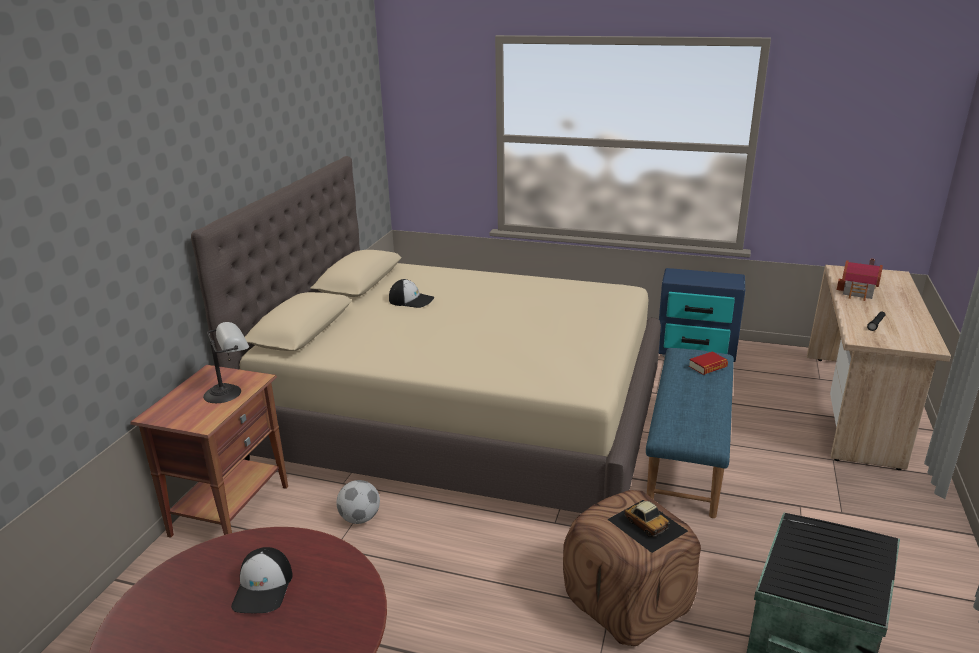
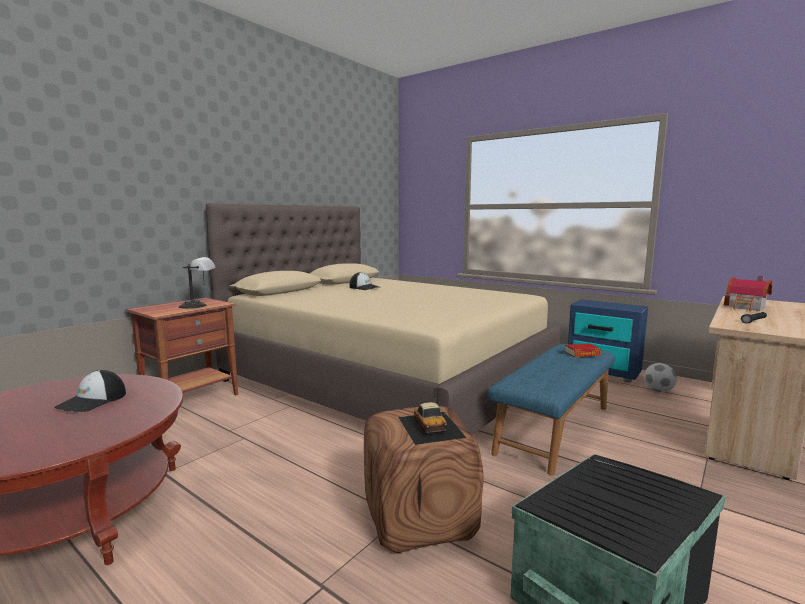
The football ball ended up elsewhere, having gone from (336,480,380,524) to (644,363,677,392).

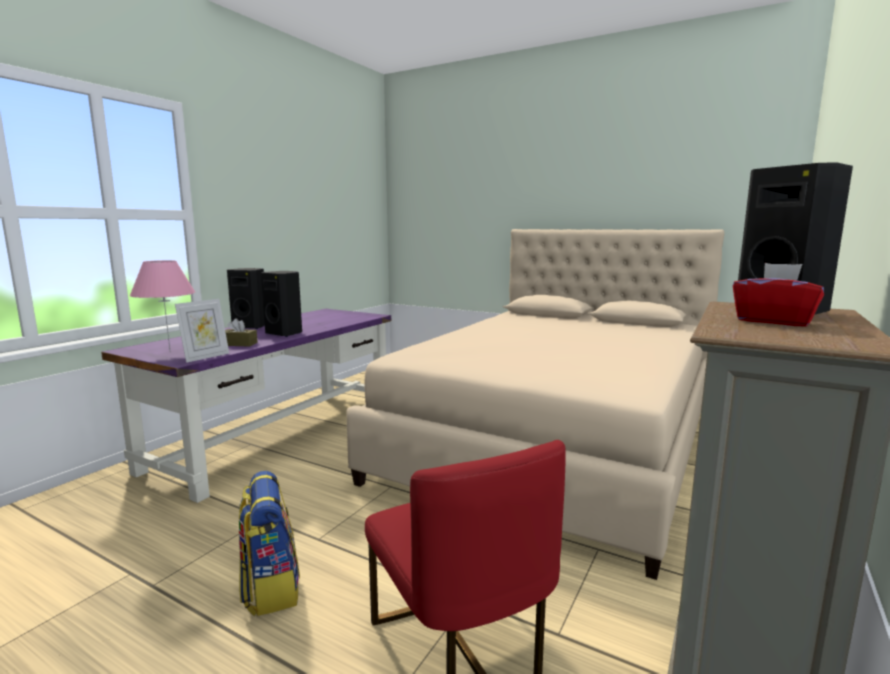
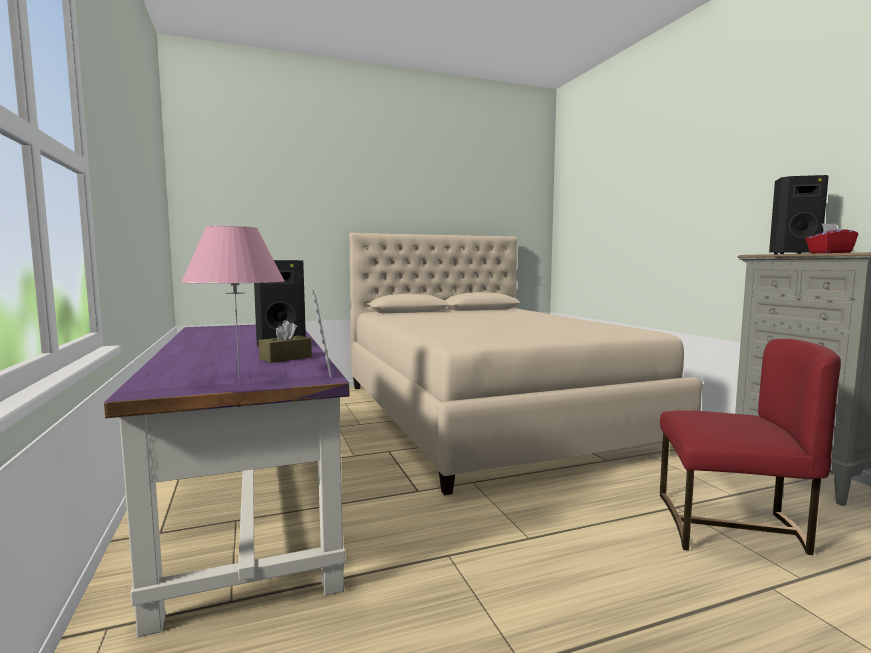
The second view lost the loudspeaker/blackish at (227,268,265,329). The second view lost the backpack at (239,471,300,616).

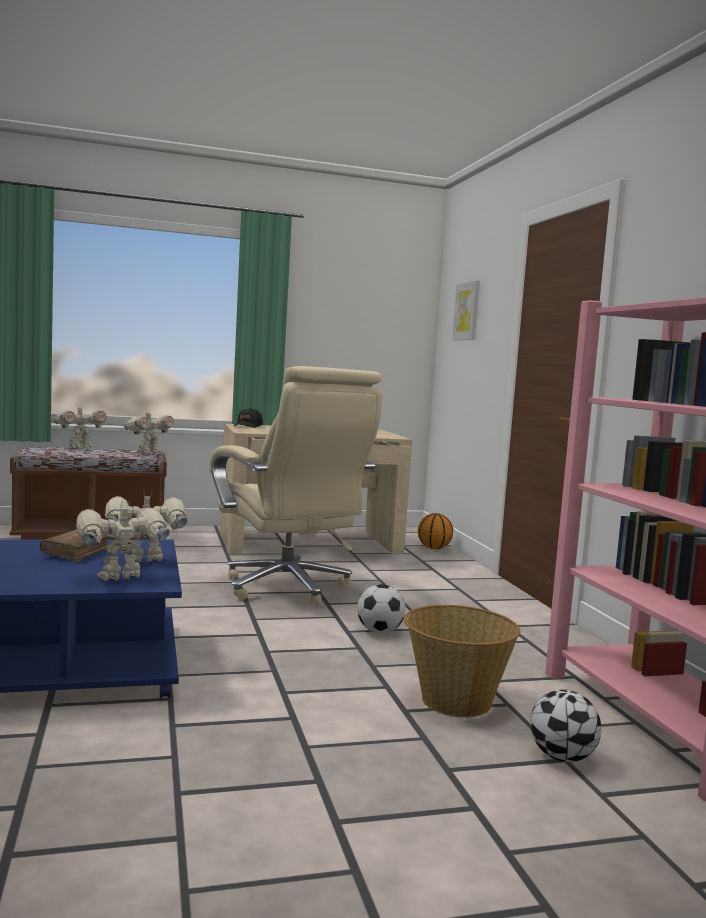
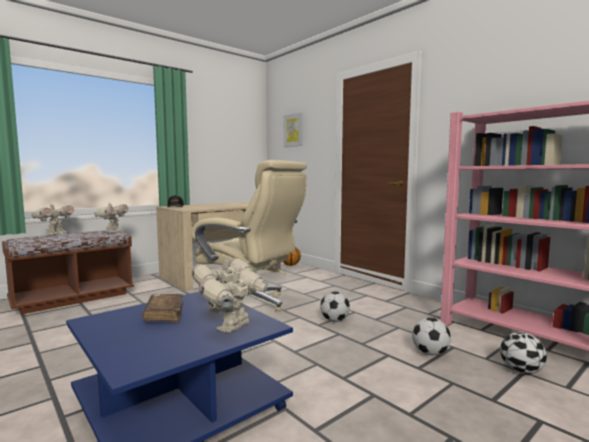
Where the storage basket stood at (404,605,520,717), the football ball came to stand at (412,317,451,355).

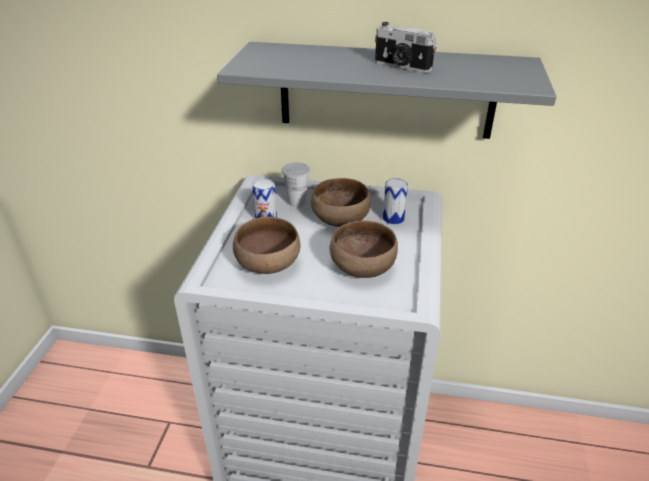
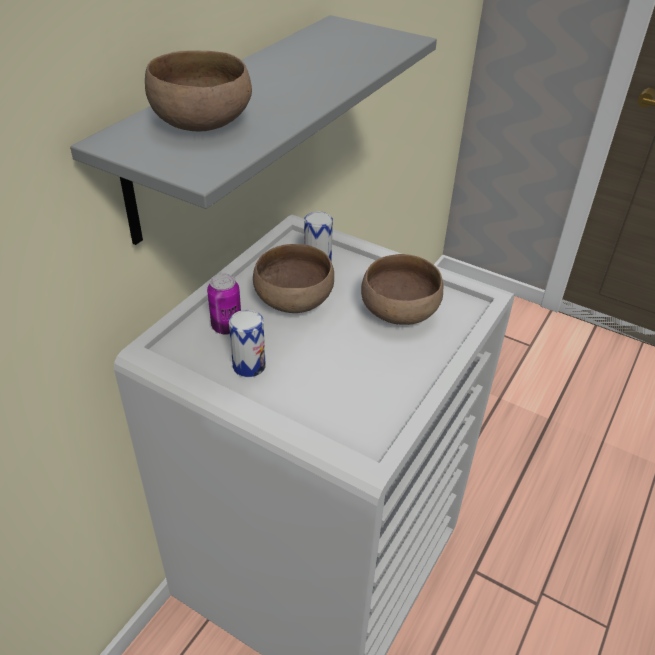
The bowl/brownish ended up elsewhere, having gone from (233,217,301,274) to (145,51,252,131). Where the cup/whitish stood at (282,162,310,207), the can came to stand at (207,274,241,335). The second view lost the still camera at (375,22,437,73).

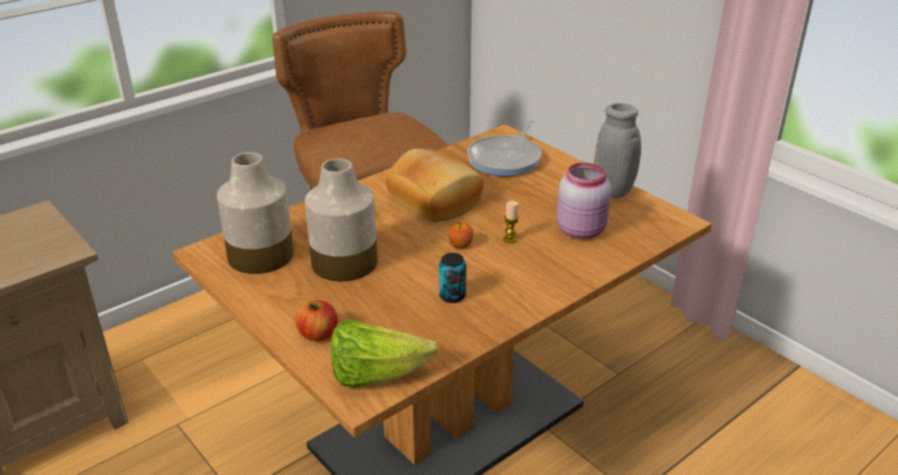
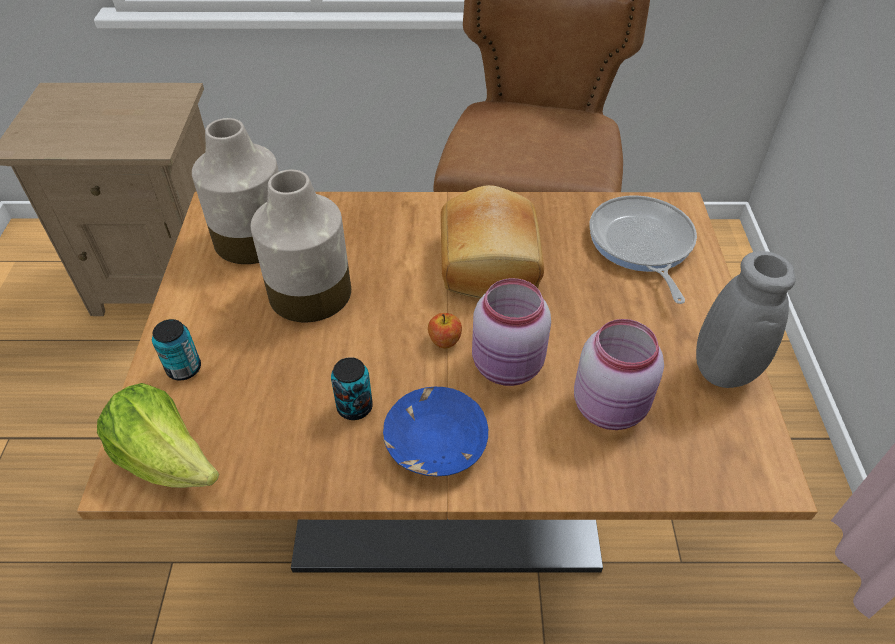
Where the apple fruit stood at (295,300,338,341), the can came to stand at (152,319,201,380). The second view gained the bowl/bluish at (383,387,488,476). Where the candle stood at (503,201,519,243), the preserve jar/pinkish came to stand at (472,278,551,386). The skillet at (467,120,542,176) ended up facing another way, 105 degrees clockwise from before.

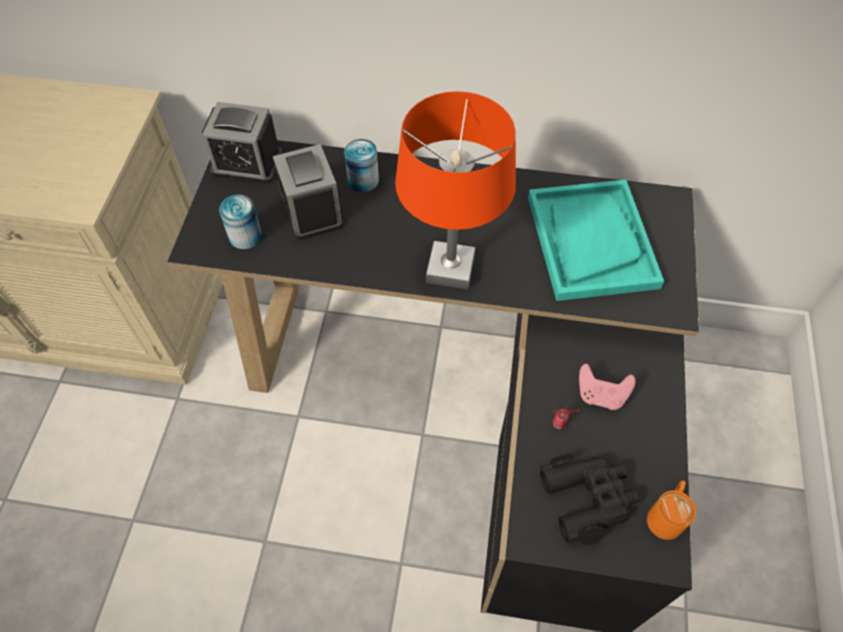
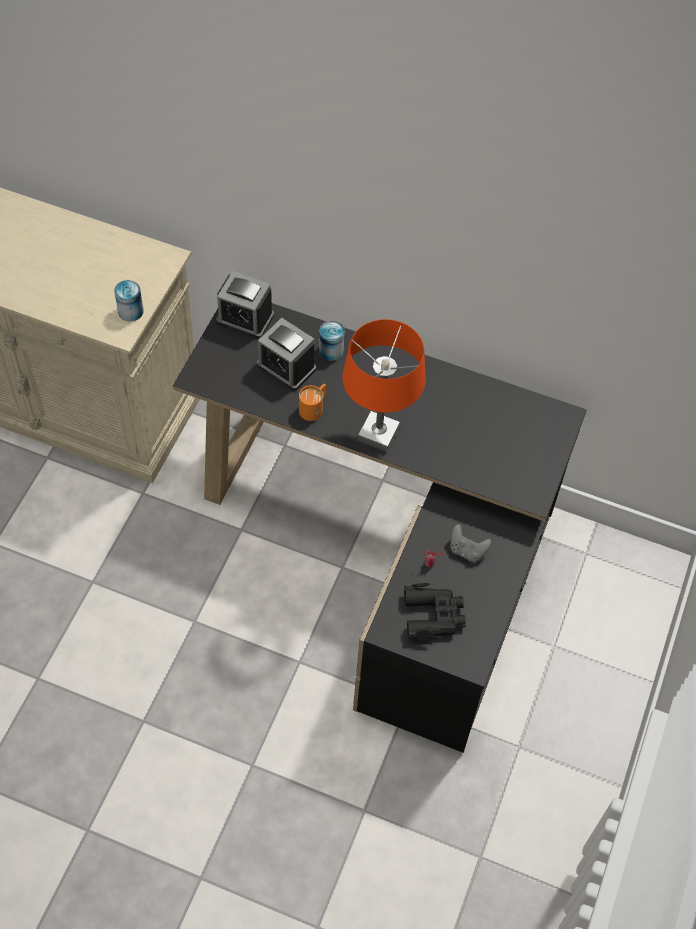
The can ended up elsewhere, having gone from (219,195,262,249) to (114,280,143,321). The alarm clock at (273,144,343,240) ended up facing another way, 135 degrees clockwise from before. The mug/orange ended up elsewhere, having gone from (647,480,696,540) to (299,384,327,421). What was the game controller/pinkish at (579,364,636,410) turned into the game controller/greyish at (450,524,491,562). The second view lost the tray/turquoise-coloured at (528,180,664,301).

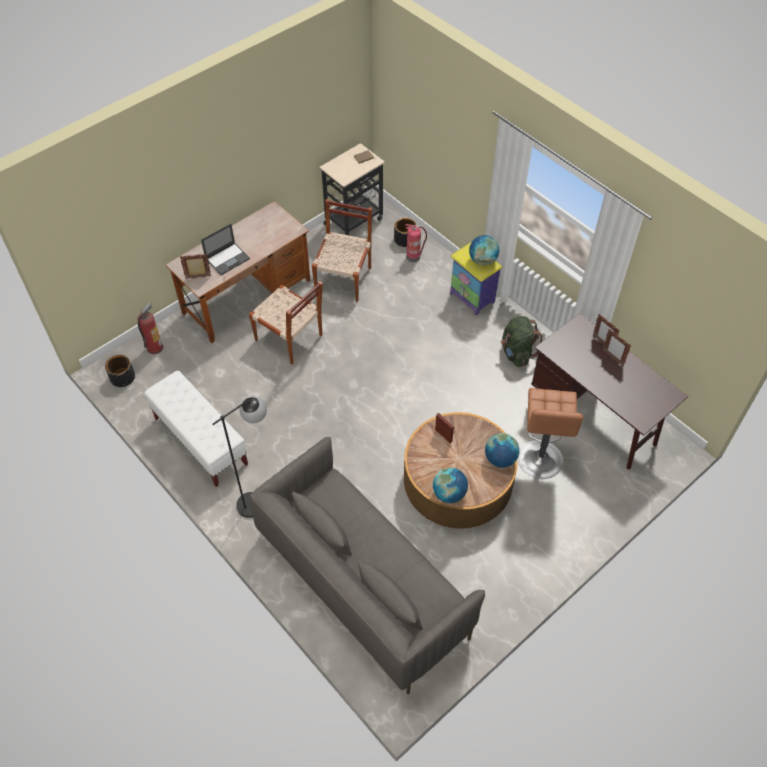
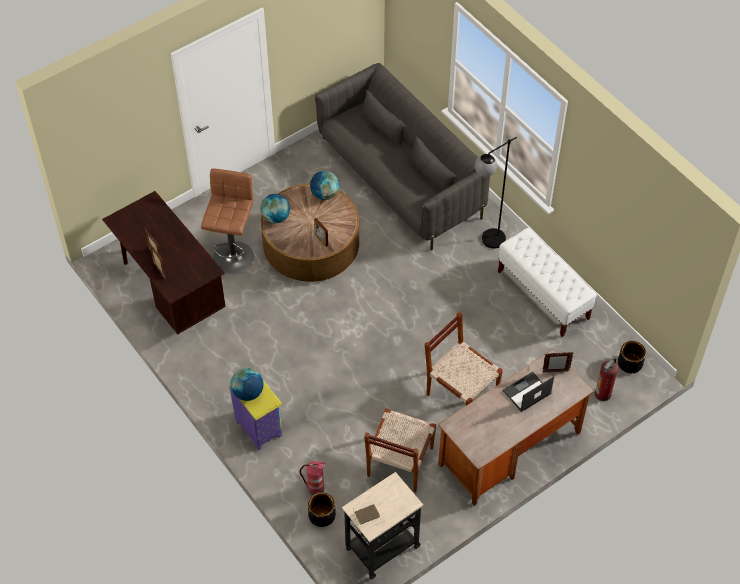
The second view lost the backpack/greenish at (501,316,543,367).

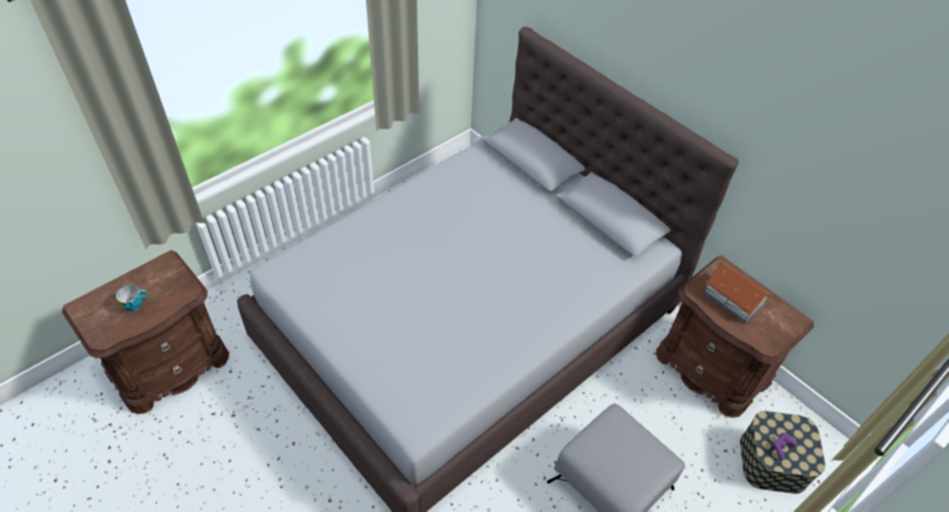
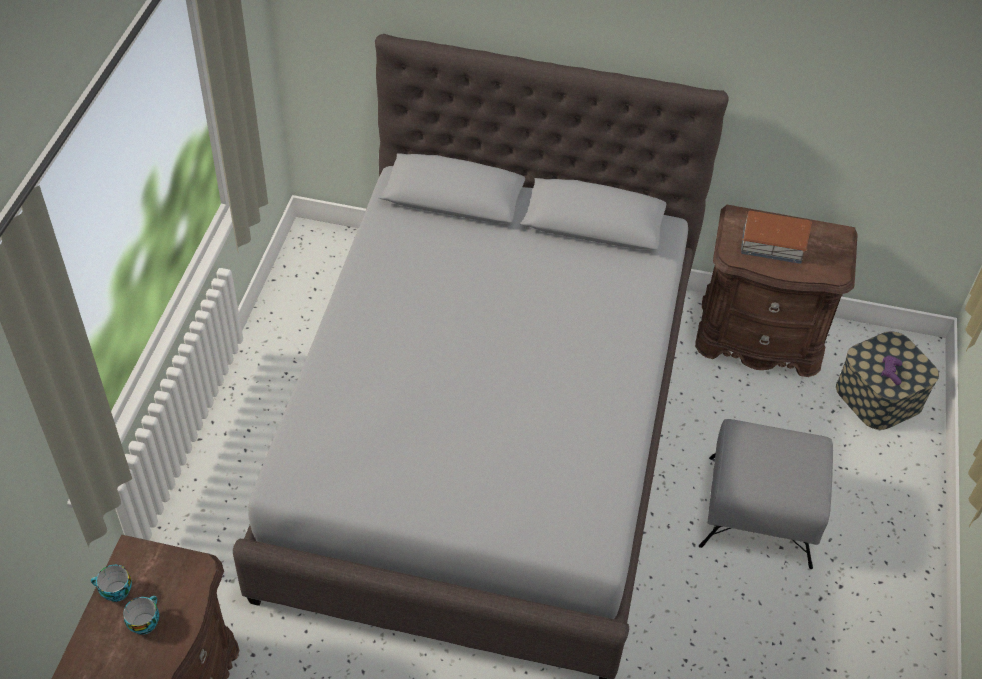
The second view gained the cup at (91,565,132,602).

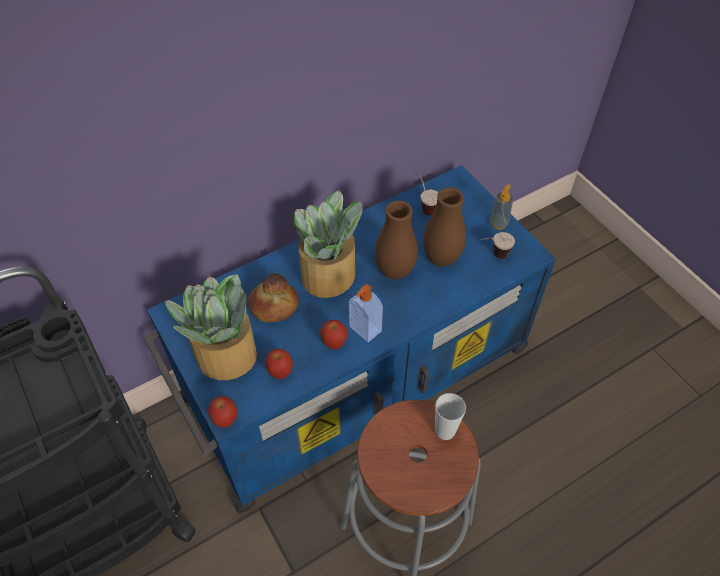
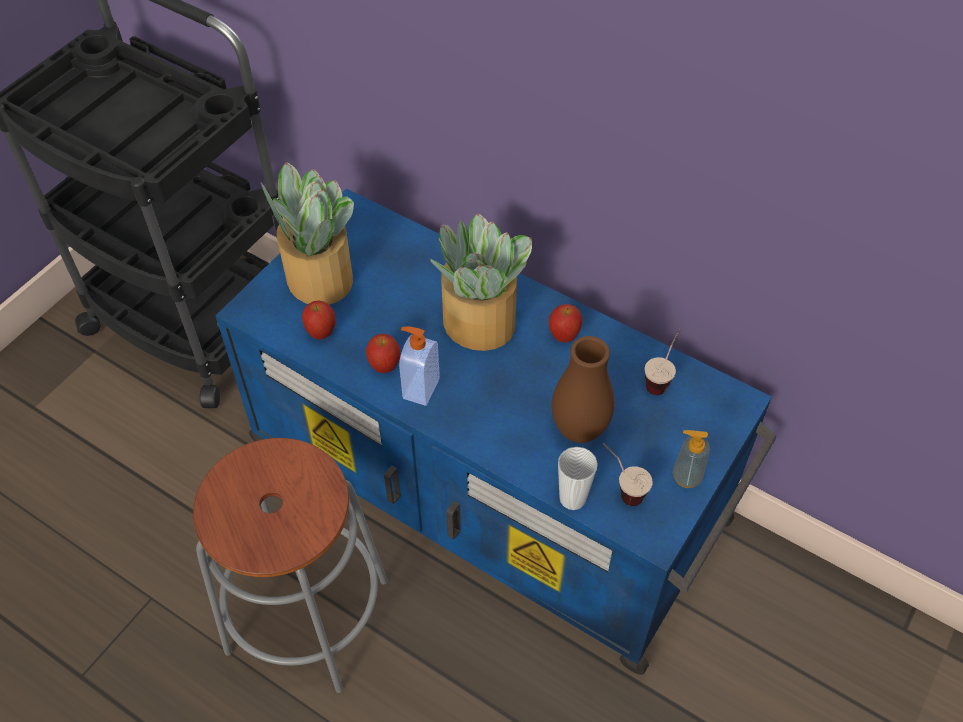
The apple fruit ended up elsewhere, having gone from (208,396,238,428) to (549,304,583,342). The cup ended up elsewhere, having gone from (435,393,466,440) to (558,447,598,510). The second view lost the baked bread at (248,273,299,322). The second view lost the decorative vase/brownish at (375,200,418,280).

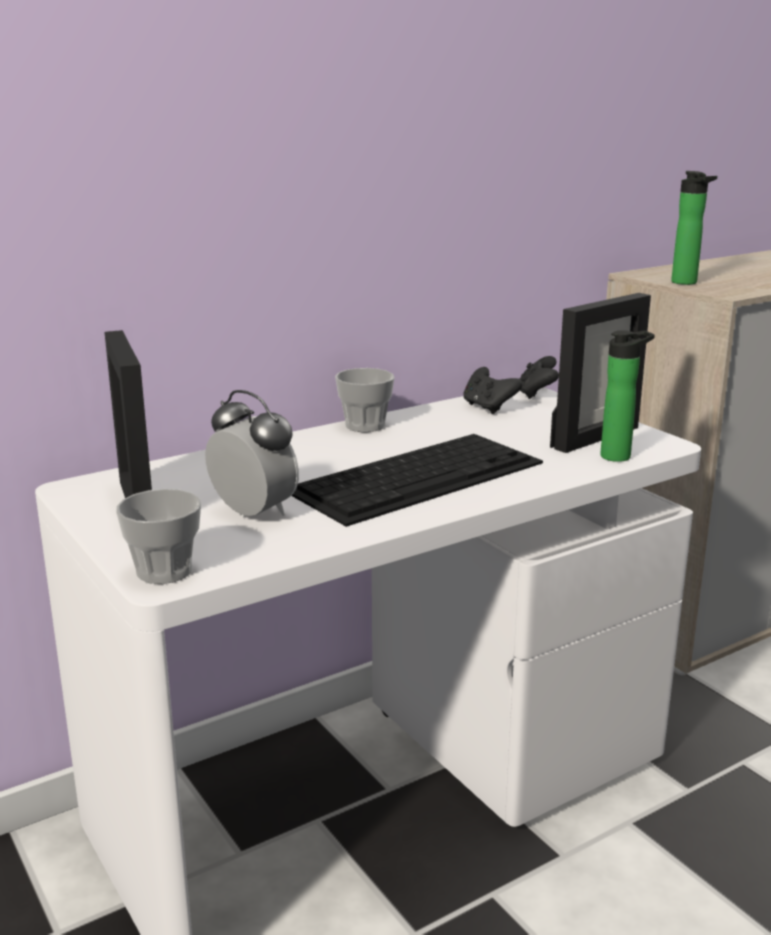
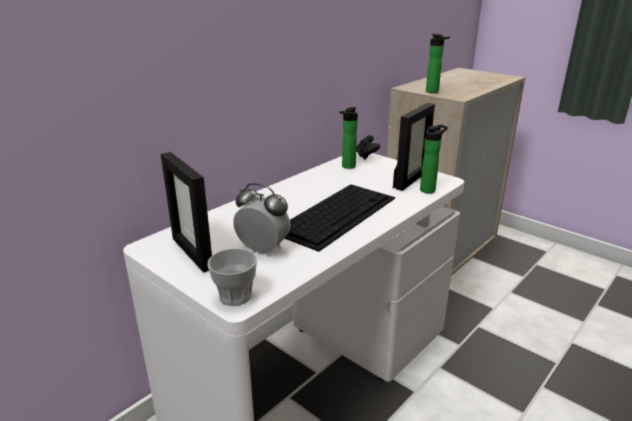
Where the game controller/blackish stood at (463,367,523,414), the beverage bottle came to stand at (339,107,358,169). The second view lost the cup at (335,368,395,432).

